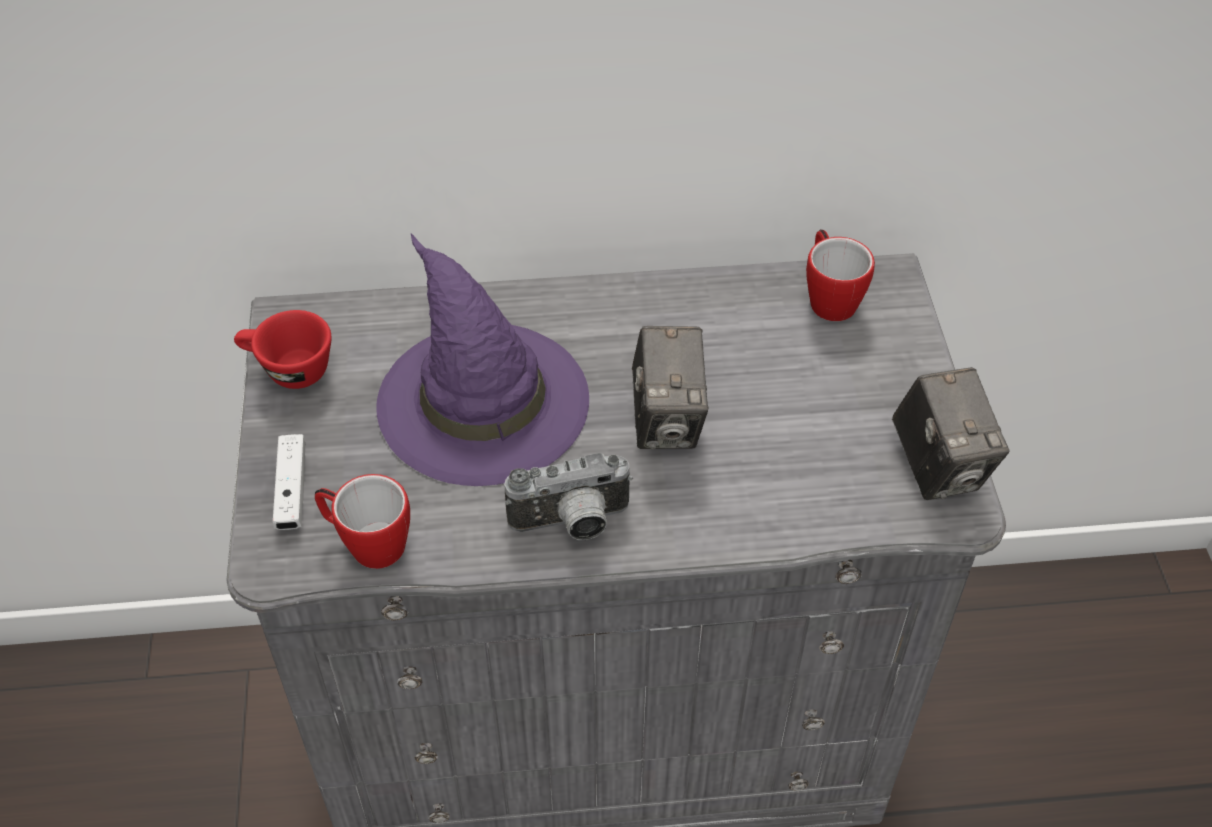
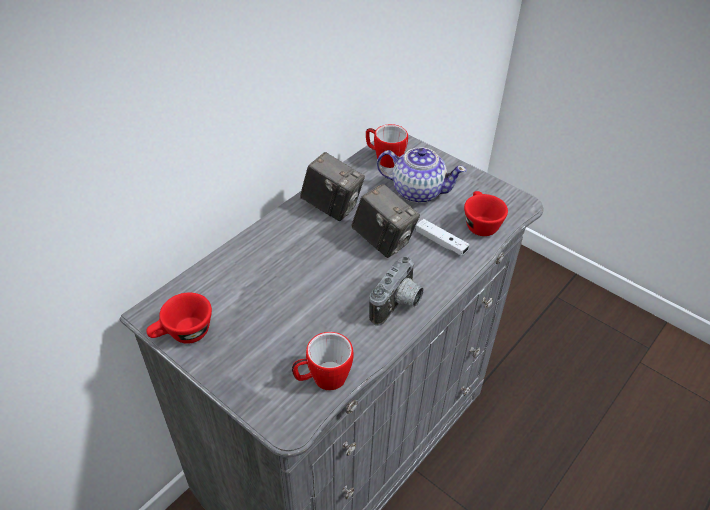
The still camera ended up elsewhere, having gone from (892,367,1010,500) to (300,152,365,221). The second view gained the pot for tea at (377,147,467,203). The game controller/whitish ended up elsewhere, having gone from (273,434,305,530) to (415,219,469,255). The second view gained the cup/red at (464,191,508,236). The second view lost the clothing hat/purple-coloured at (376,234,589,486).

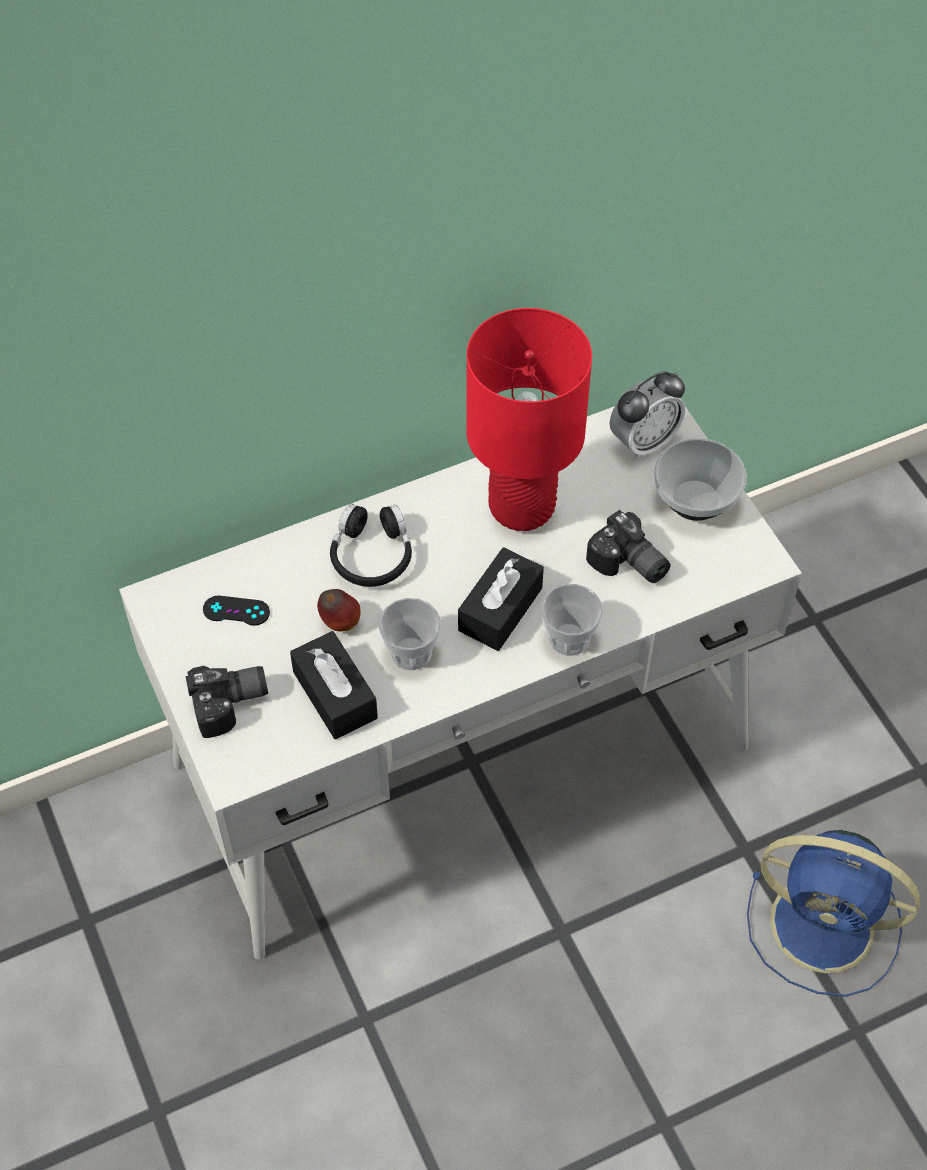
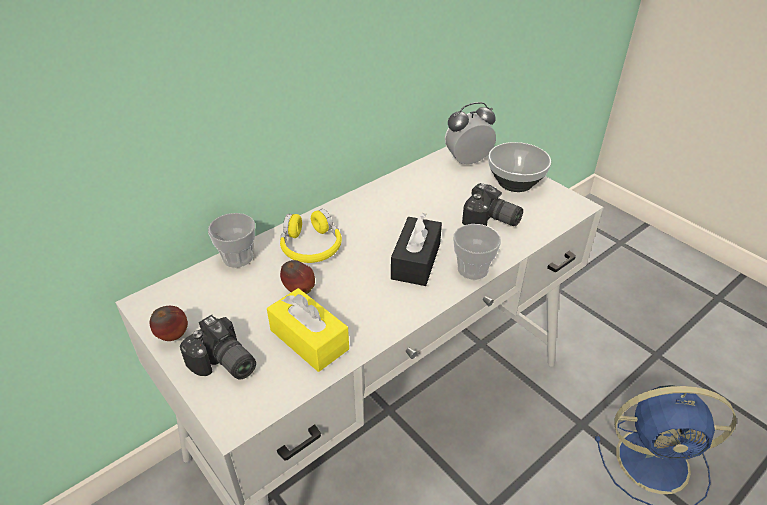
The second view gained the apple fruit at (150,306,188,341). The still camera at (185,666,268,738) ended up facing another way, 75 degrees clockwise from before. The cup ended up elsewhere, having gone from (378,598,441,670) to (208,213,255,268). What was the tissue holder/blackish at (290,631,378,739) turned into the tissue holder/yellowish at (267,288,349,372). What was the headset/blackish at (330,504,412,587) turned into the headset/yellowish at (280,209,342,263). The alarm clock at (610,371,685,460) ended up facing another way, 150 degrees counterclockwise from before. The second view lost the game controller/blackish at (203,596,270,626). The second view lost the lamp for a table/red at (466,308,592,531).

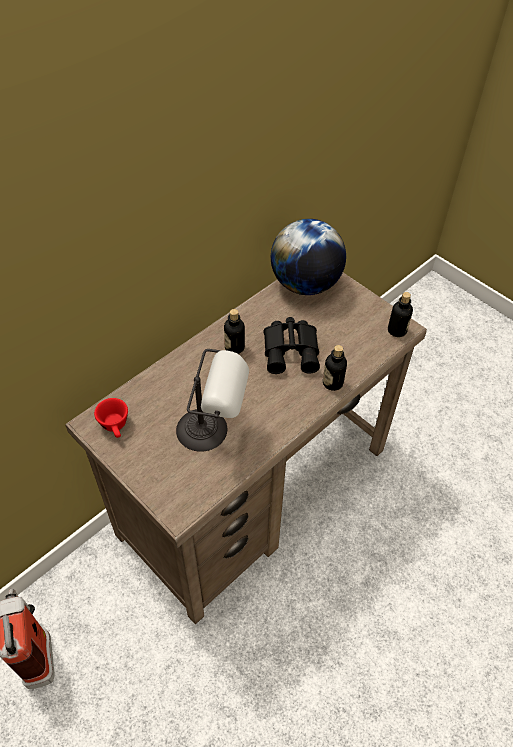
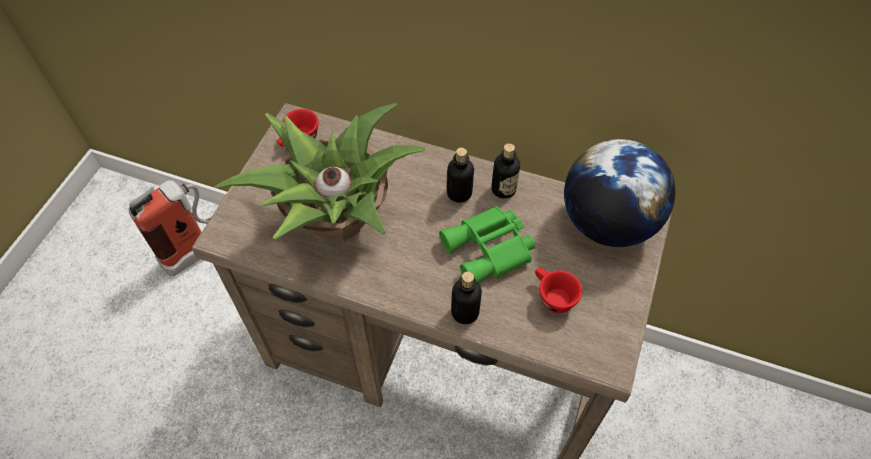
Where the lamp for a table stood at (176,349,249,452), the houseplant came to stand at (215,103,425,242). What was the field glasses/blackish at (264,317,320,374) turned into the field glasses/greenish at (439,206,535,283). The beverage bottle ended up elsewhere, having gone from (388,292,413,337) to (491,143,520,199). The second view gained the cup/red at (535,268,582,313).

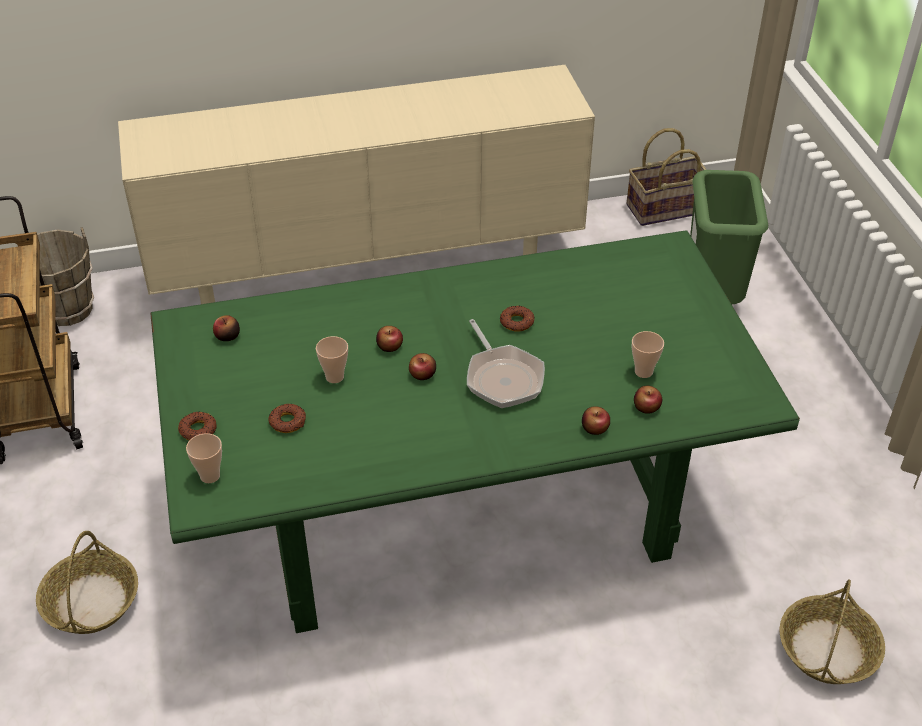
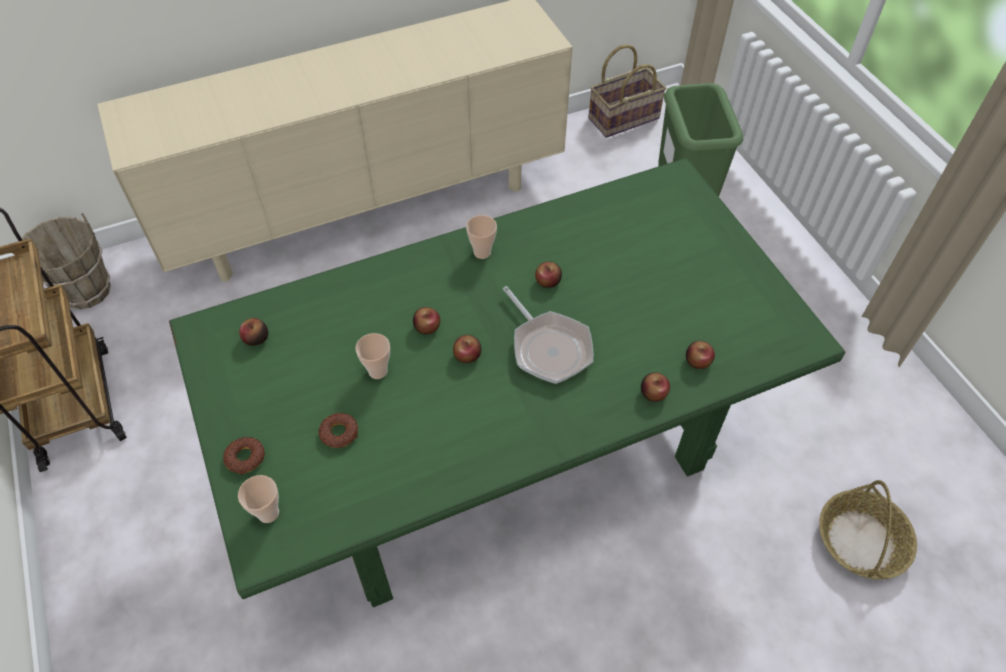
The cup ended up elsewhere, having gone from (632,331,664,378) to (466,215,497,259). Where the ring doughnut stood at (500,306,534,332), the apple fruit came to stand at (535,261,562,288). The second view lost the storage basket at (36,531,138,634).

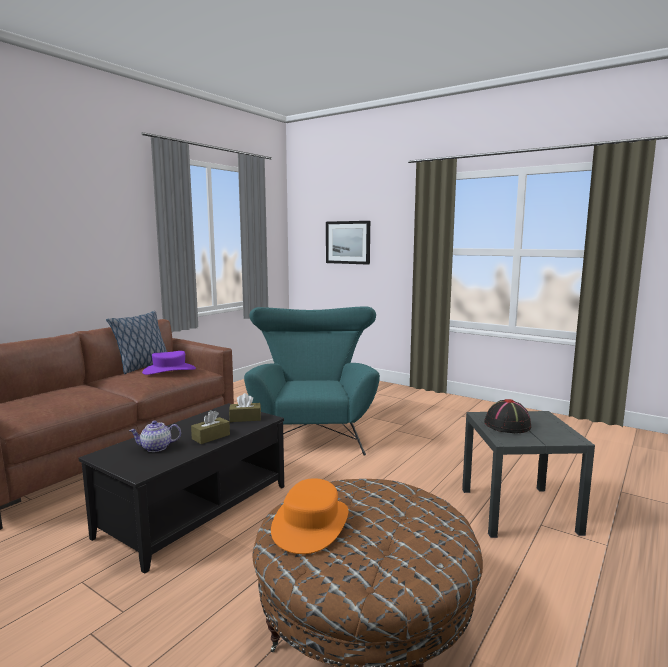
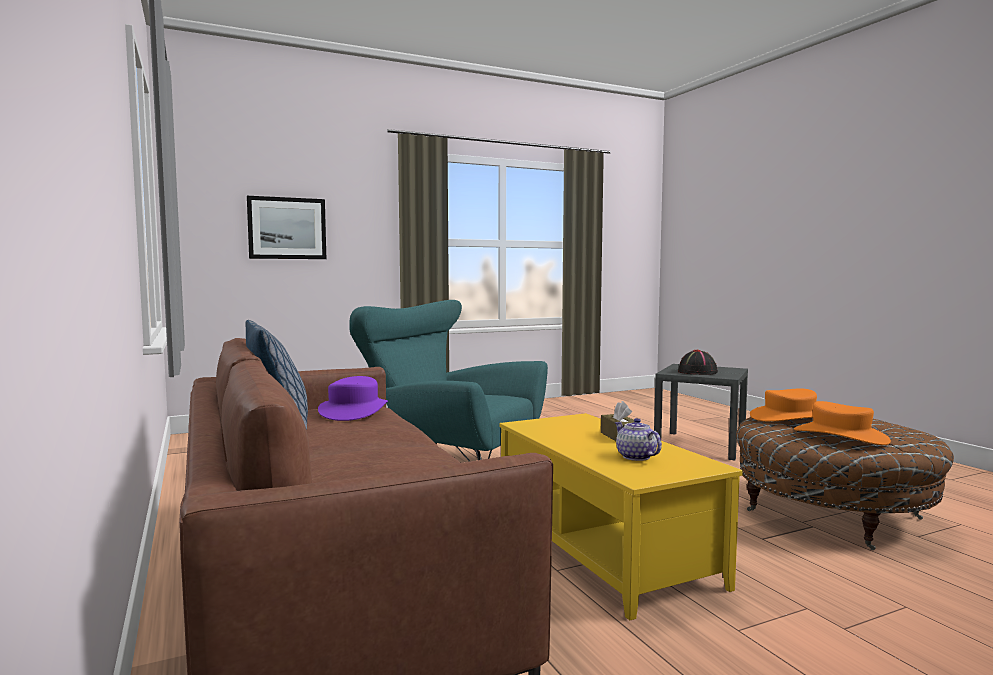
What was the low table/blackish at (78,403,284,574) turned into the low table/yellowish at (500,413,743,620). The pot for tea at (129,420,181,452) ended up facing another way, 135 degrees clockwise from before. The second view gained the clothing hat/orange at (750,388,817,422). The second view lost the tissue holder/brownish at (229,393,261,422).

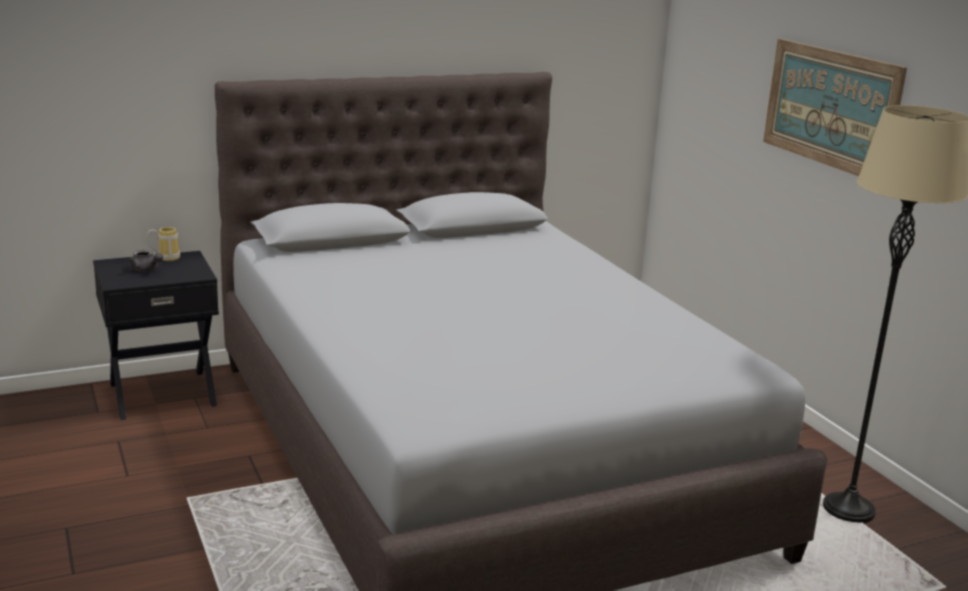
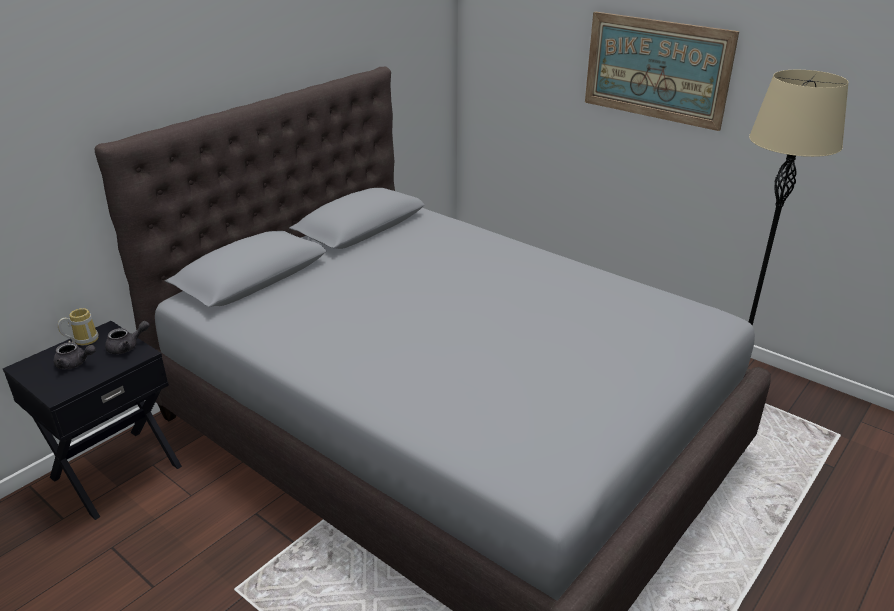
The second view gained the pot for tea/greyish at (105,321,150,354).

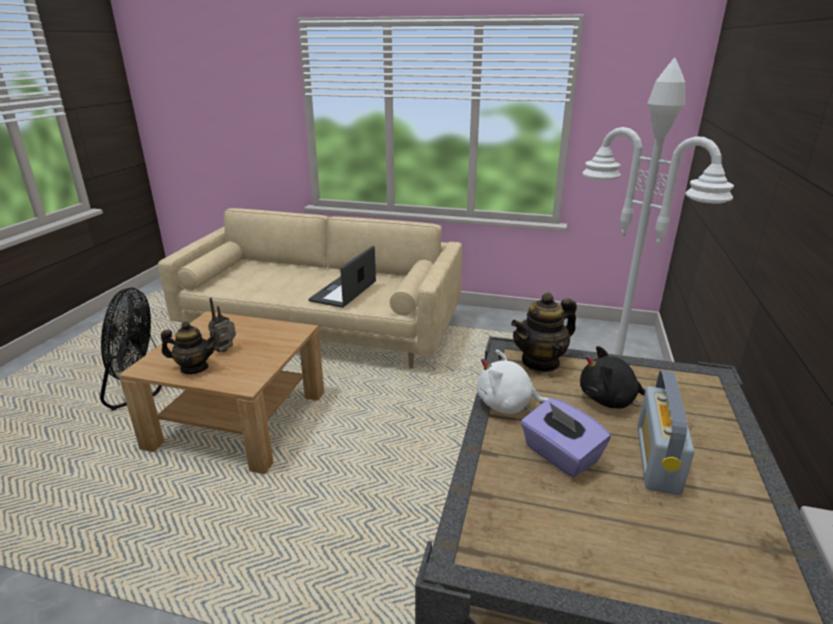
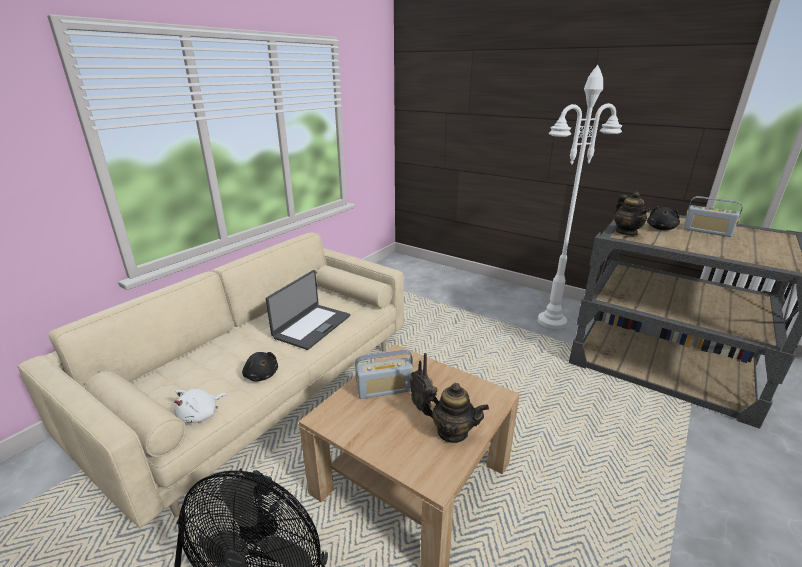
The soft toy/whitish ended up elsewhere, having gone from (477,350,549,414) to (174,389,227,423). The second view gained the soft toy/blackish at (242,352,278,382). The portable computer at (308,246,376,308) ended up facing another way, 105 degrees counterclockwise from before. The second view gained the radio at (355,350,414,399). The pot for tea at (161,321,217,374) ended up facing another way, 90 degrees clockwise from before. The second view lost the tissue holder/purple-coloured at (521,398,611,477).

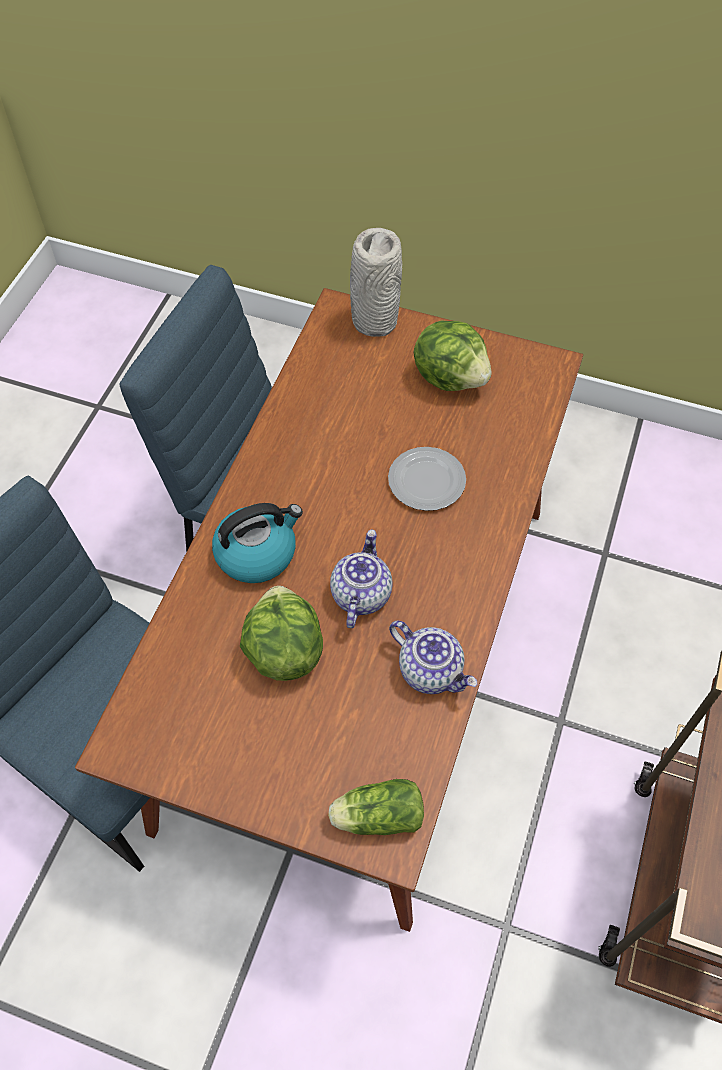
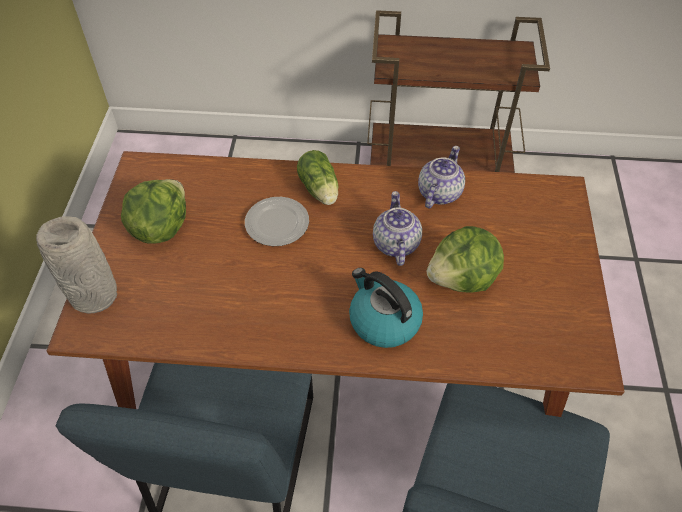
The head of lettuce ended up elsewhere, having gone from (328,779,424,835) to (297,150,338,205). The pot for tea at (330,529,392,628) ended up facing another way, 90 degrees clockwise from before.

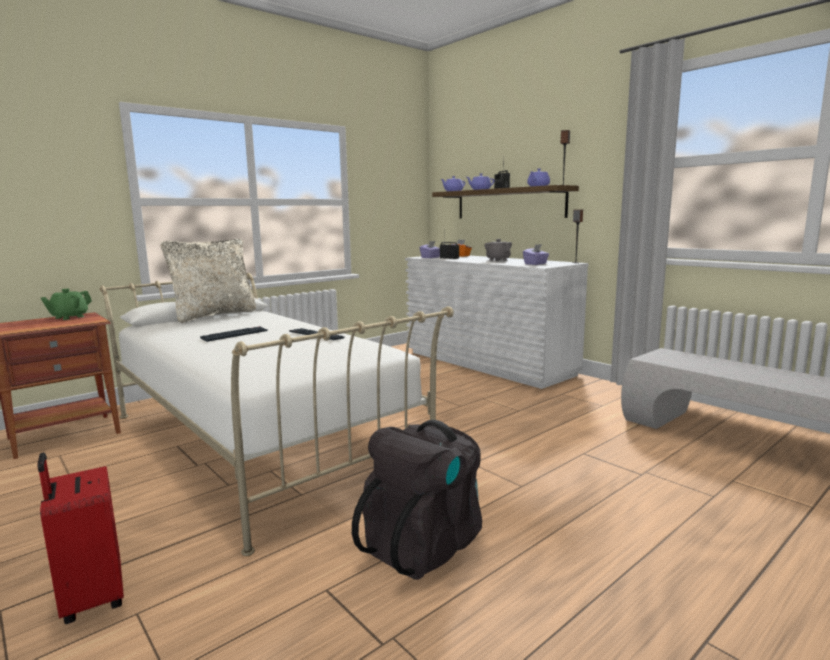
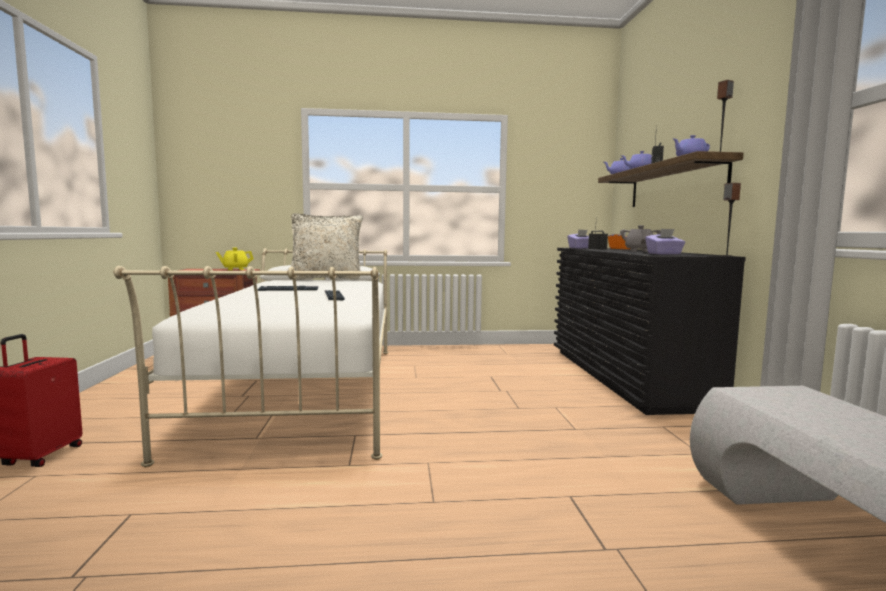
What was the pot for tea/greenish at (41,289,92,320) turned into the pot for tea/yellowish at (216,248,254,270). What was the chest of drawers/whitish at (405,255,588,389) turned into the chest of drawers/blackish at (554,248,746,415). The second view lost the backpack/blackish at (352,420,482,580).

